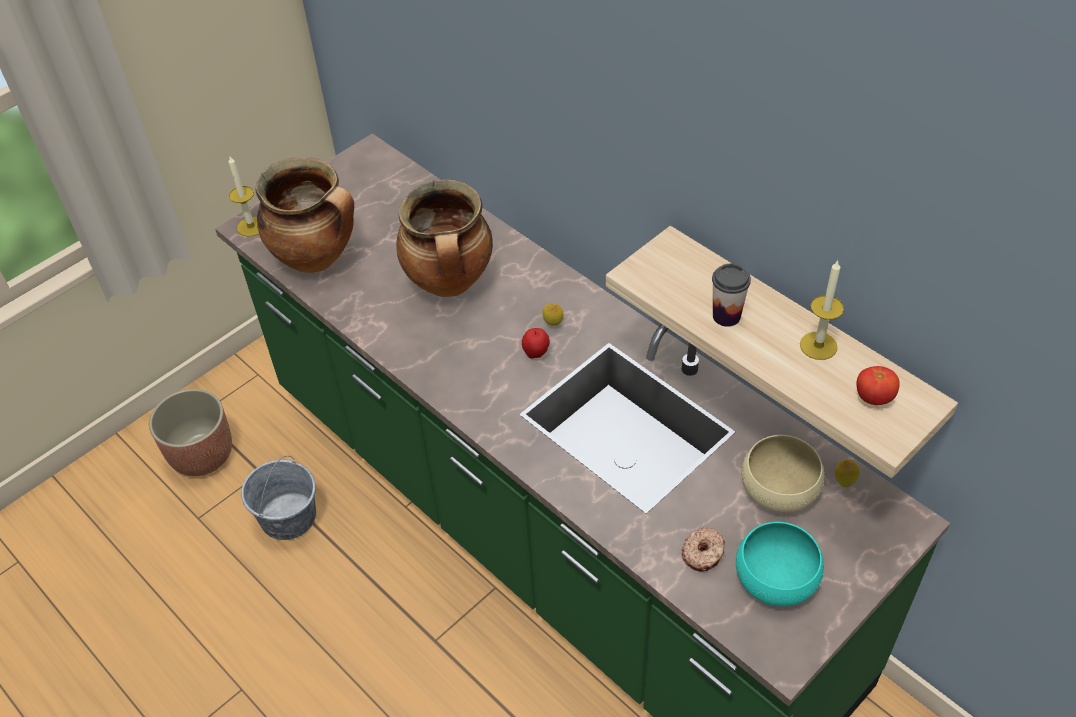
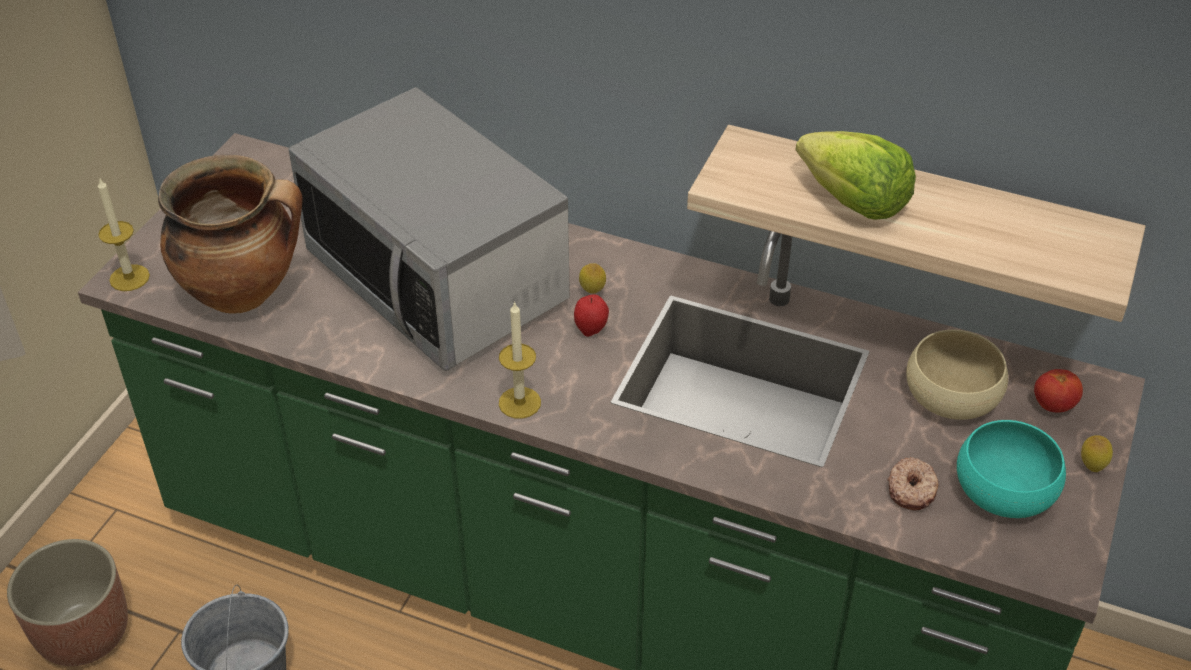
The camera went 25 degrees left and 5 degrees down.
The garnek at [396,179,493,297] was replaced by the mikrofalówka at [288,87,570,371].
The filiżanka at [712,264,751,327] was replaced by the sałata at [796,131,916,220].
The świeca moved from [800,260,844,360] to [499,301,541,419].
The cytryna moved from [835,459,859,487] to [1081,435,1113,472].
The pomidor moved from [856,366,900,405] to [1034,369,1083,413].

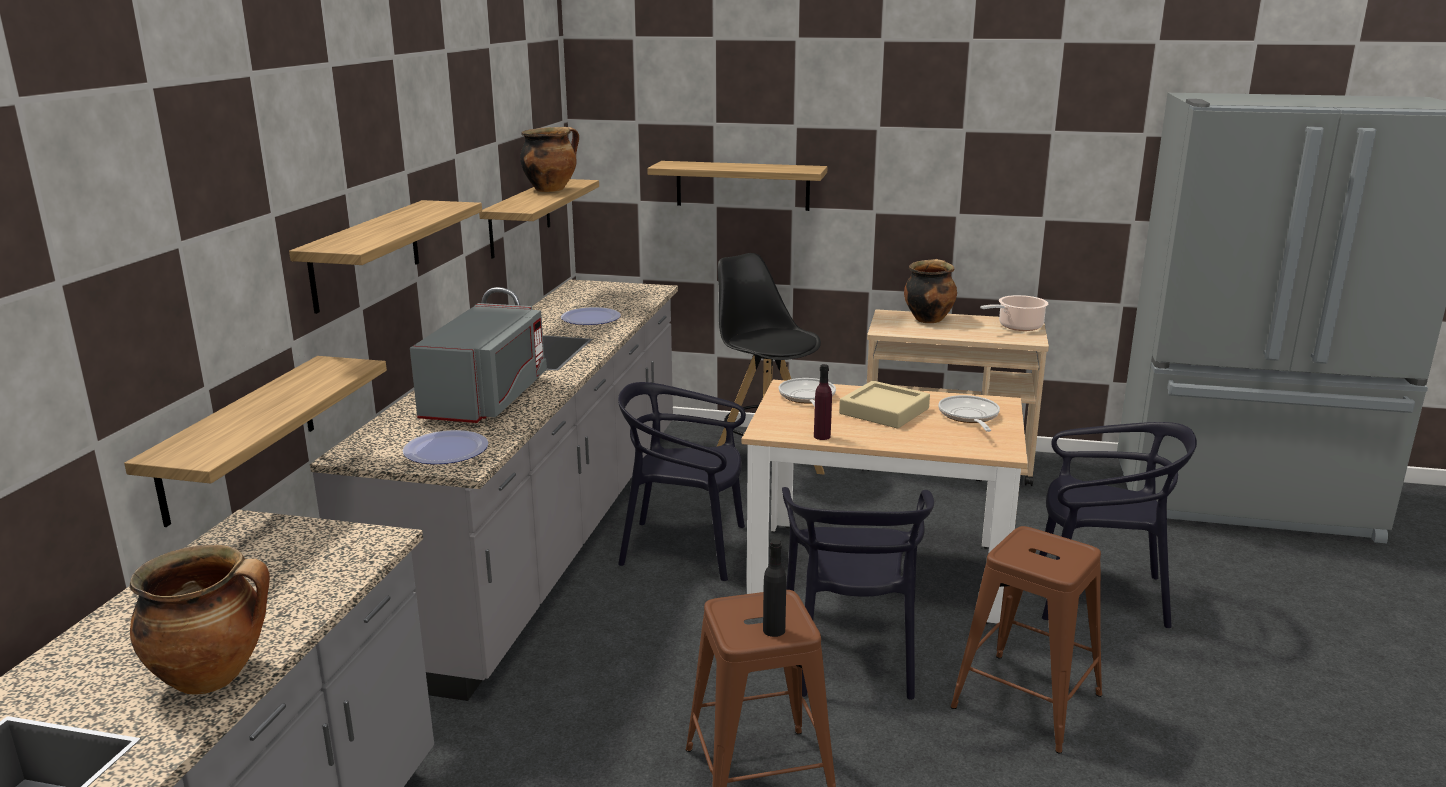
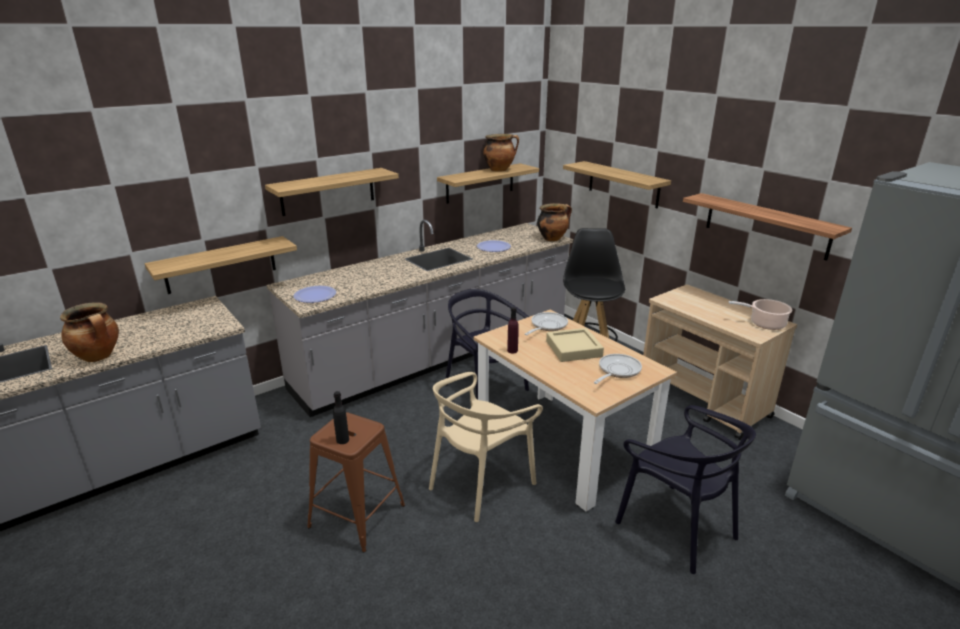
The camera went 40 degrees right and 5 degrees up.
The mikrofalówka/szary at [410,303,547,423] disappeared.
The krzesło/czarny at [782,487,934,700] became the krzesło/beżowy at [429,372,543,522].
The garnek moved from [904,259,957,323] to [537,203,572,241].
The stołek/brązowy at [950,526,1102,753] disappeared.
The półka at [683,193,852,261] appeared.

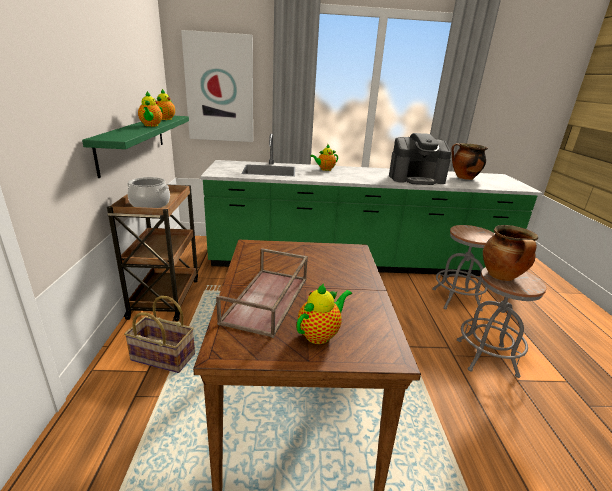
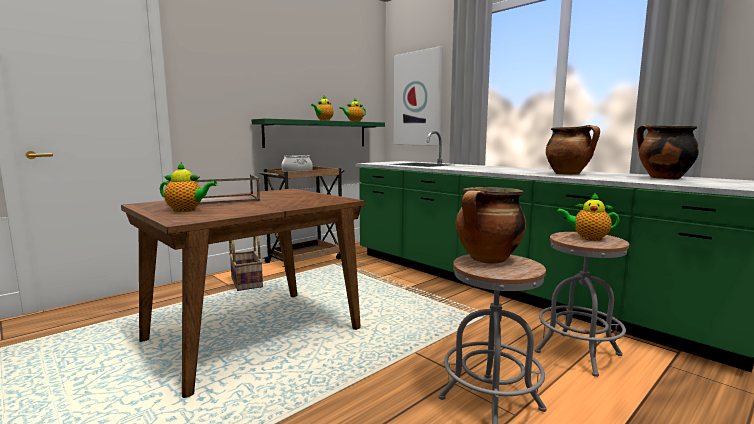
The camera went 50 degrees right and 15 degrees down.
The imbryk moved from [310,145,338,171] to [556,193,619,241].
The ekspres do kawy at [389,133,451,185] was replaced by the garnek at [546,125,600,175].

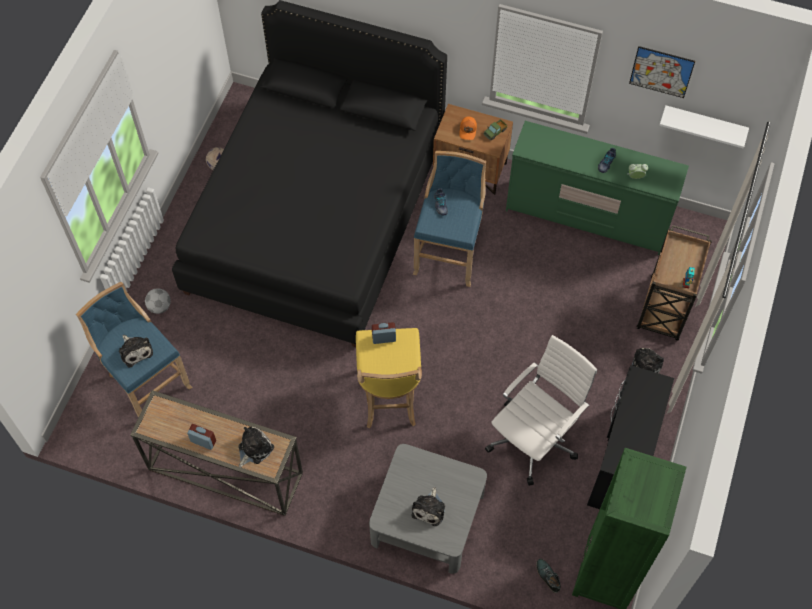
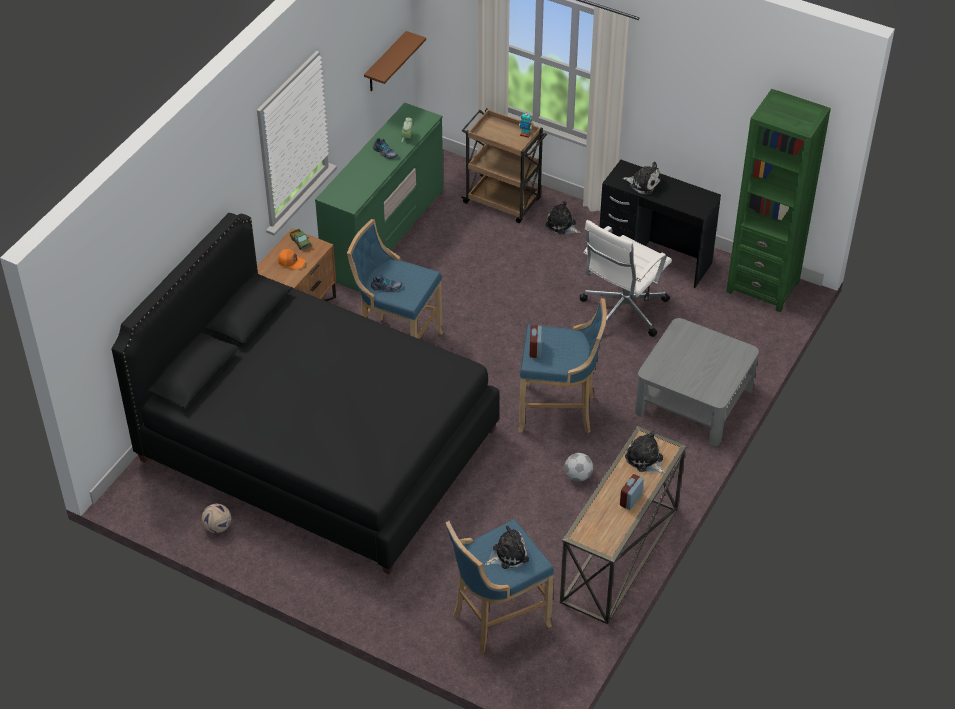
The camera went 80 degrees left and 15 degrees down.
The piłka futbolowa moved from [145,289,171,314] to [565,453,593,482].
The stołek/żółty at [356,328,422,429] became the stołek/niebieski at [518,298,607,433].
The pluszak moved from [412,487,445,526] to [623,162,661,195].
The krzesło biurowe/biały at [485,335,597,486] turned 105 degrees counterclockwise.
The but at [536,559,561,593] disappeared.
The obraz at [629,46,695,98] disappeared.
The półka/biały at [659,105,749,149] became the półka/brązowy at [364,31,426,91].

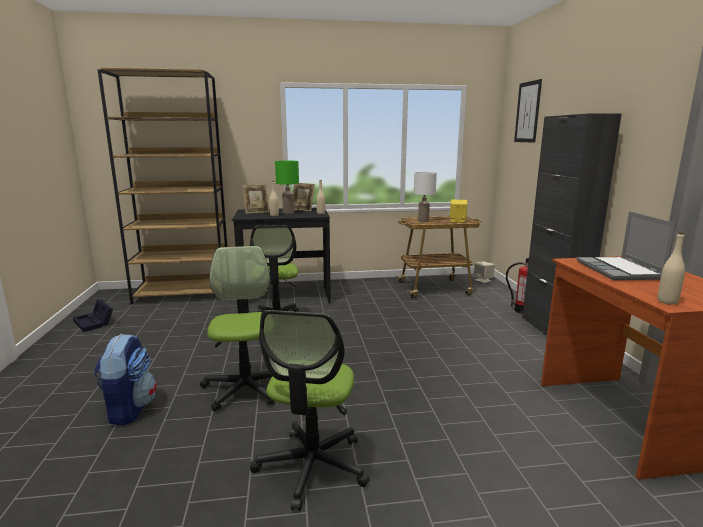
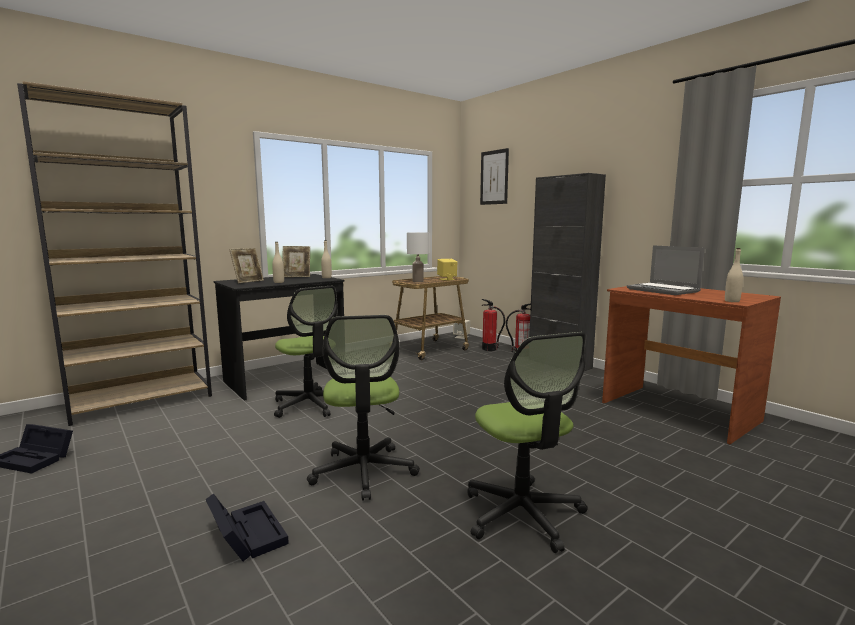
The camera went 30 degrees left and 5 degrees down.
The plecak at [94,334,157,425] was replaced by the pojemnik do przechowywania/czarny at [205,493,289,561].
The krzesło biurowe at [200,246,275,412] turned 150 degrees counterclockwise.
The lampa stołowa/zielony at [275,161,299,214] disappeared.
The gaśnica at [481,299,505,351] appeared.

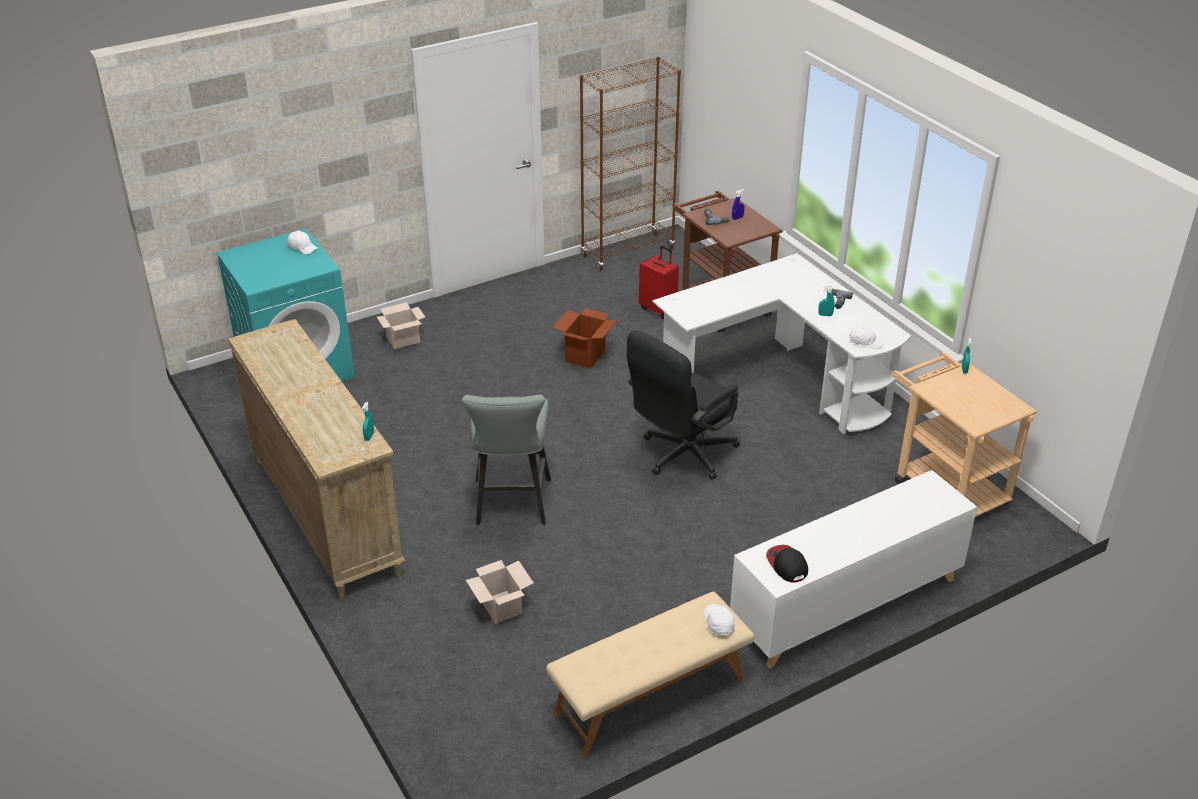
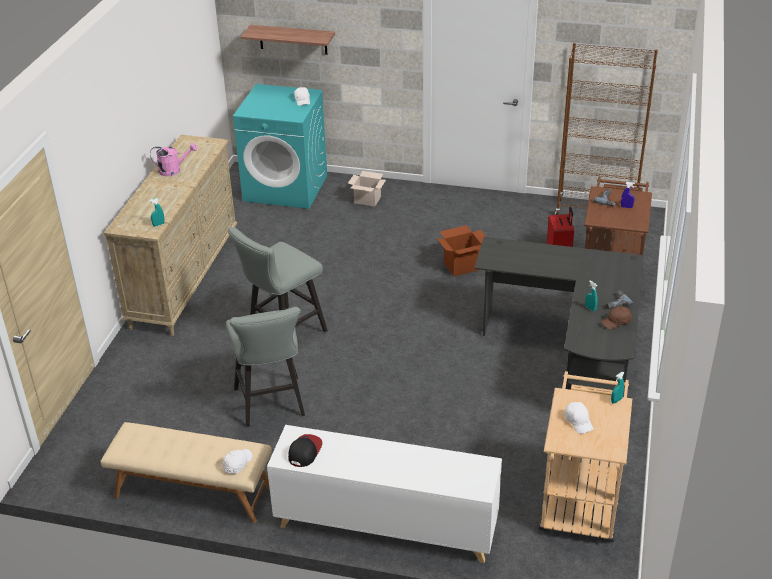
The camera went 45 degrees right and 0 degrees up.
The karton at [466,560,534,624] disappeared.
The krzesło biurowe/czarny at [627,330,740,479] disappeared.
The biurko/biały at [652,253,911,434] became the biurko/czarny at [474,237,644,396].
The czapka z daszkiem/biały moved from [849,325,884,349] to [564,402,594,434].
The konewka/różowy at [150,143,198,176] appeared.
The stołek/szary at [226,307,305,427] appeared.
The półka at [241,25,335,55] appeared.
The czapka z daszkiem/brązowy at [600,306,632,329] appeared.

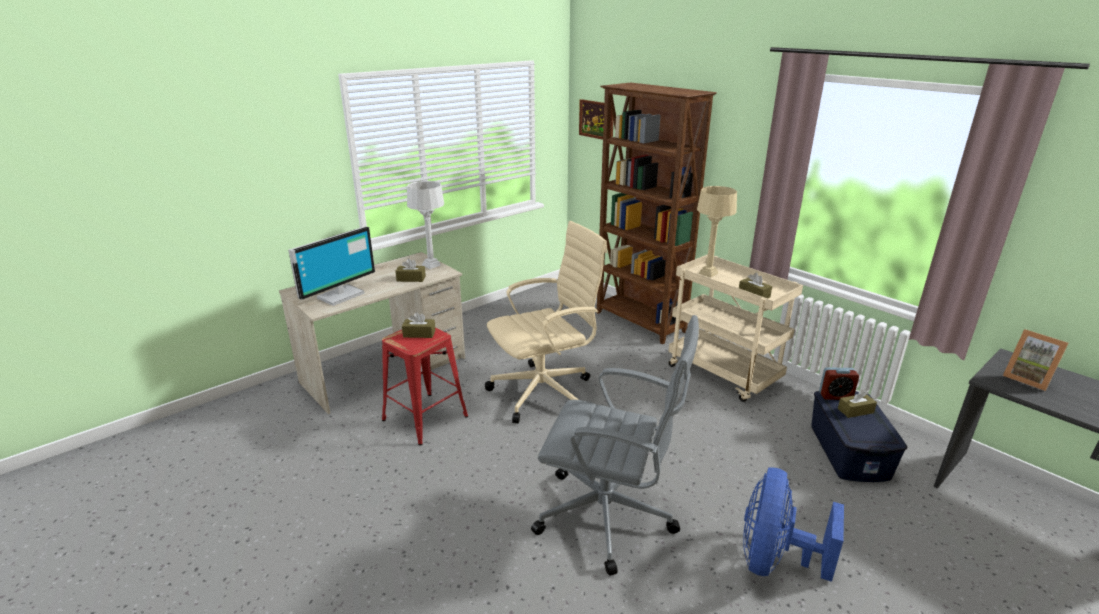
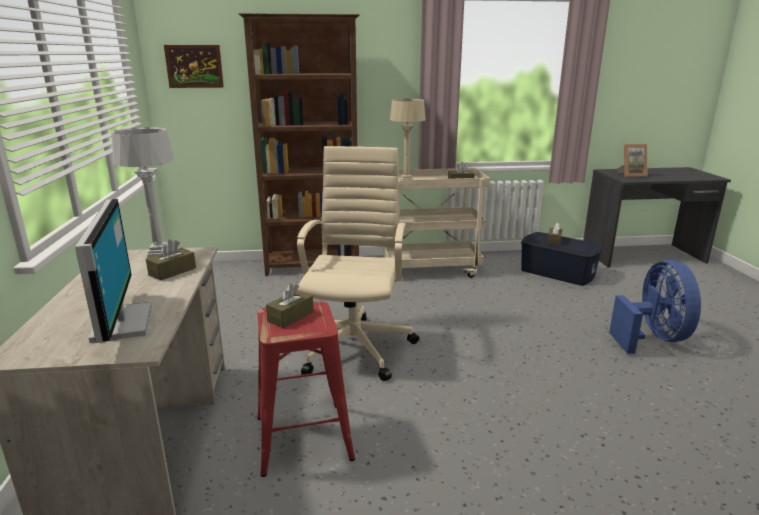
The camera went 55 degrees left and 5 degrees down.
The krzesło biurowe/szary at [531,315,699,576] disappeared.
The wentylator/niebieski at [743,468,844,582] turned 150 degrees counterclockwise.
The budzik at [819,367,859,400] disappeared.

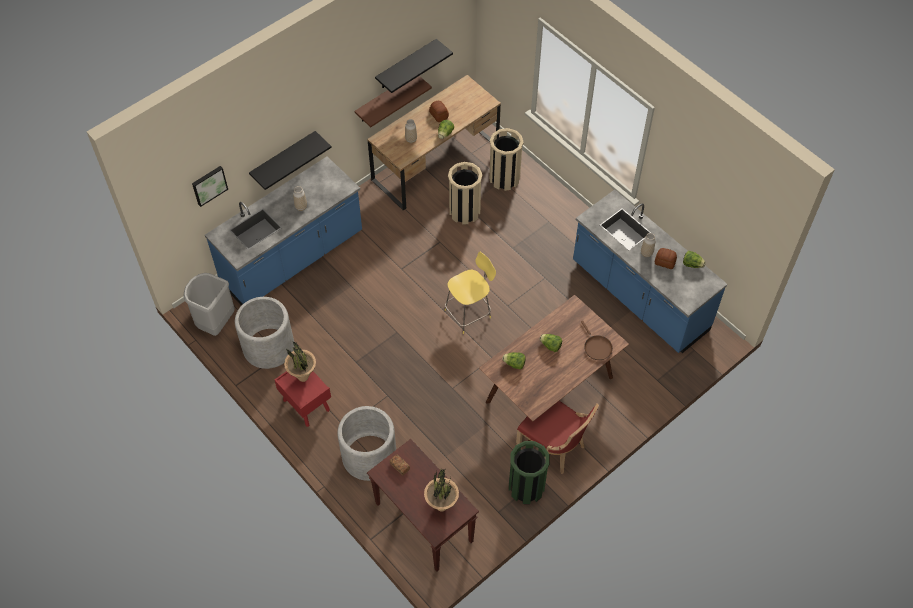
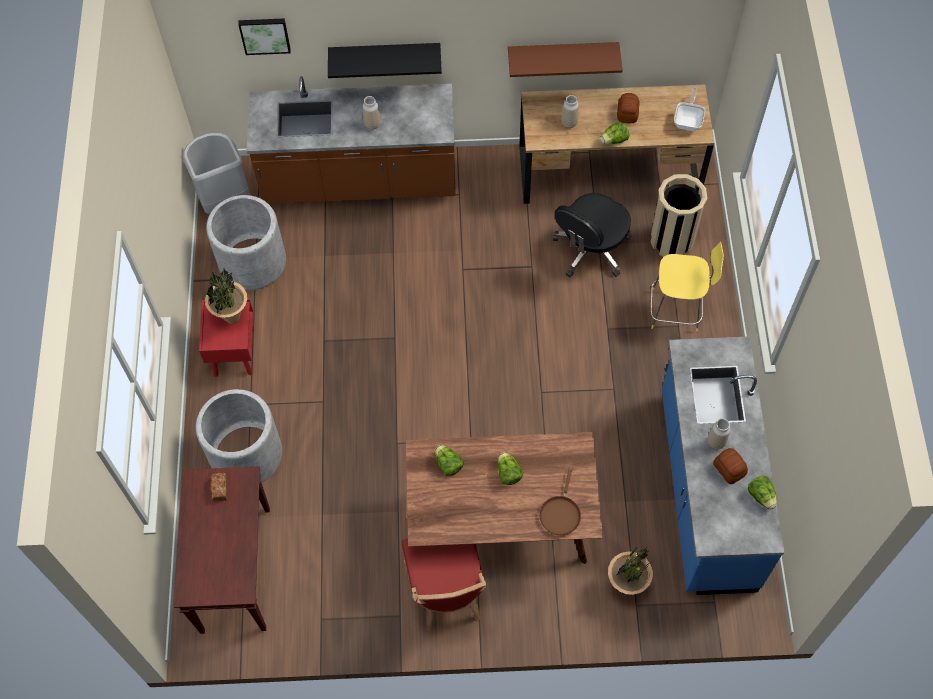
The camera went 40 degrees right and 5 degrees up.
The zabudowa kuchenna/niebieski at [205,156,362,306] became the zabudowa kuchenna/brązowy at [247,76,456,204].
The półka/czarny at [375,39,453,93] disappeared.
The roślina doniczkowa moved from [424,469,459,512] to [608,547,653,595].
The stołek/żółty moved from [445,251,496,334] to [650,242,724,332].
The kosz na śmieci/beżowy at [448,162,482,224] was replaced by the krzesło biurowe/czarny at [553,193,632,277].
The kosz na śmieci/zielony at [509,441,550,504] disappeared.
The patelnia at [674,88,705,131] appeared.

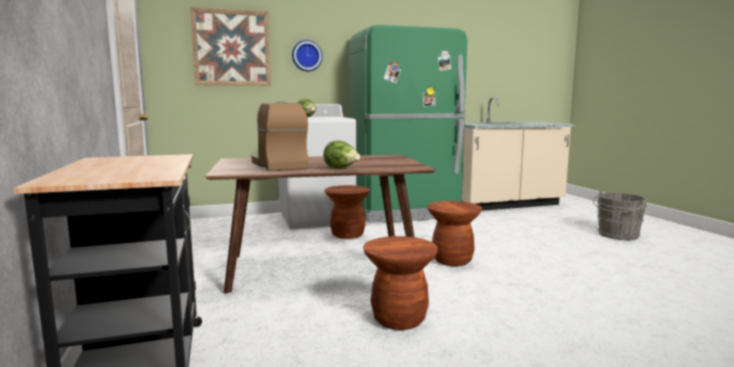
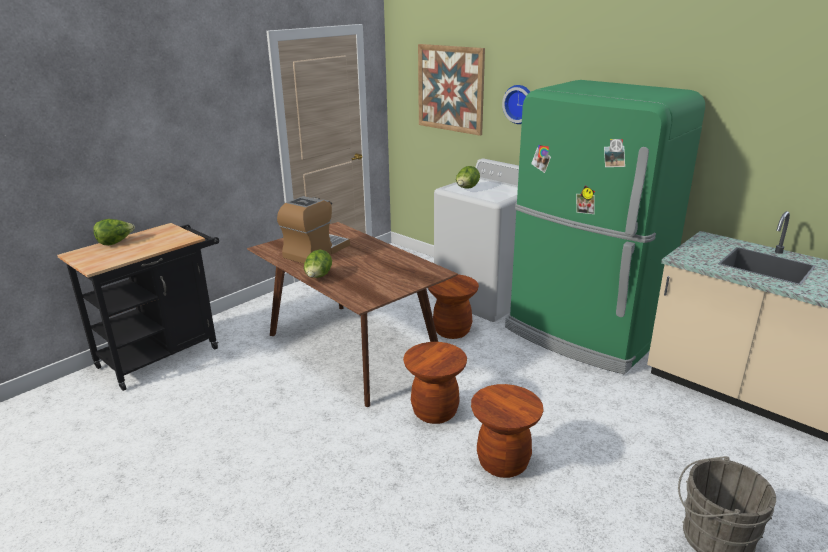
The camera went 60 degrees right and 15 degrees up.
The stołek/brązowy moved from [363,236,438,330] to [471,384,544,478].
The sałata at [93,219,135,245] appeared.

